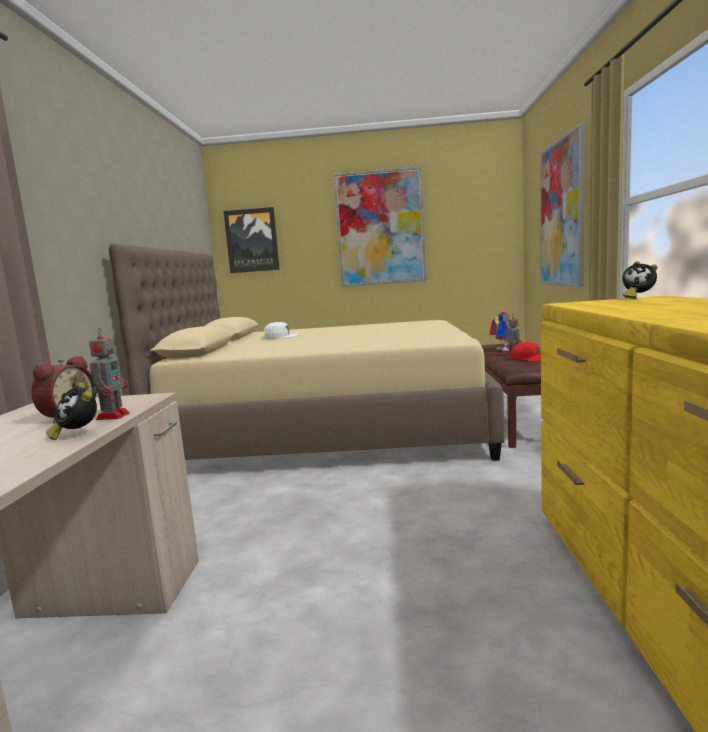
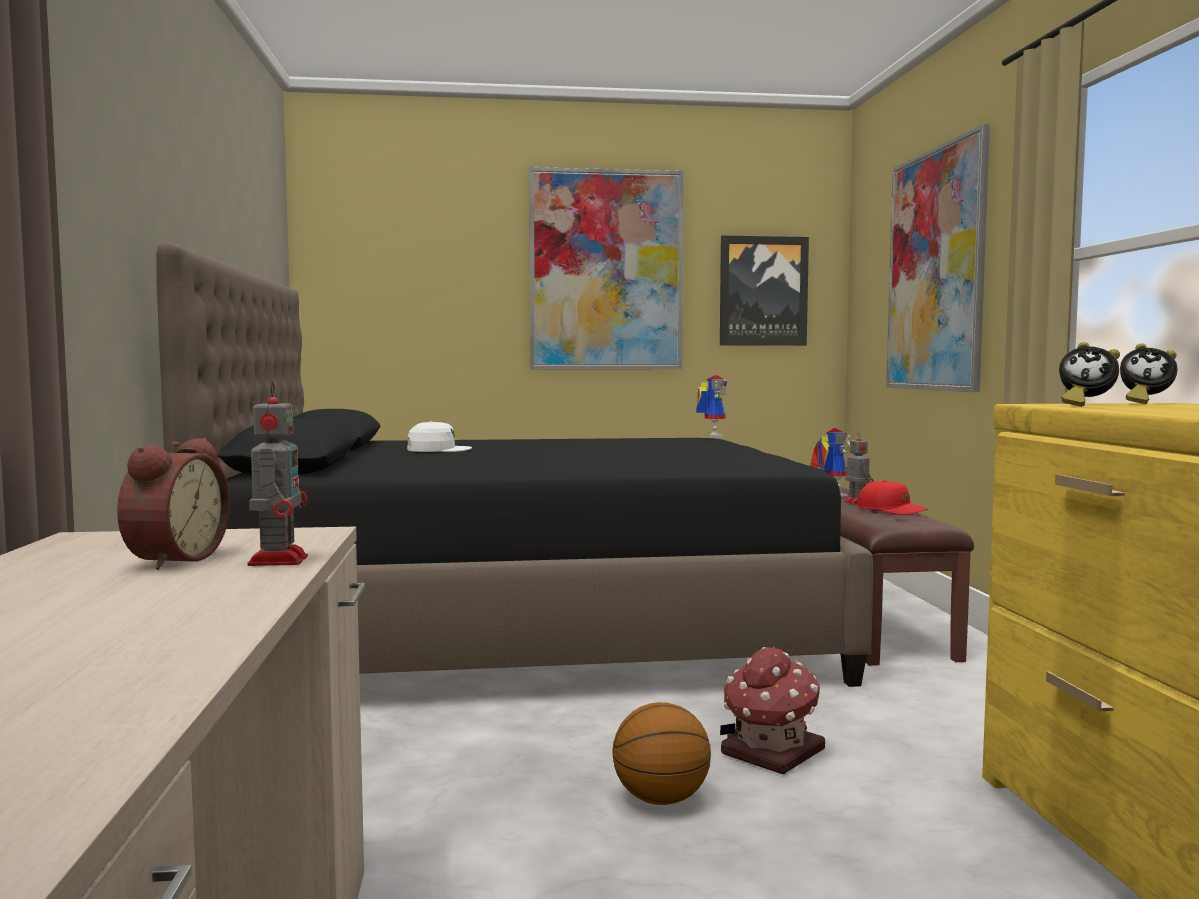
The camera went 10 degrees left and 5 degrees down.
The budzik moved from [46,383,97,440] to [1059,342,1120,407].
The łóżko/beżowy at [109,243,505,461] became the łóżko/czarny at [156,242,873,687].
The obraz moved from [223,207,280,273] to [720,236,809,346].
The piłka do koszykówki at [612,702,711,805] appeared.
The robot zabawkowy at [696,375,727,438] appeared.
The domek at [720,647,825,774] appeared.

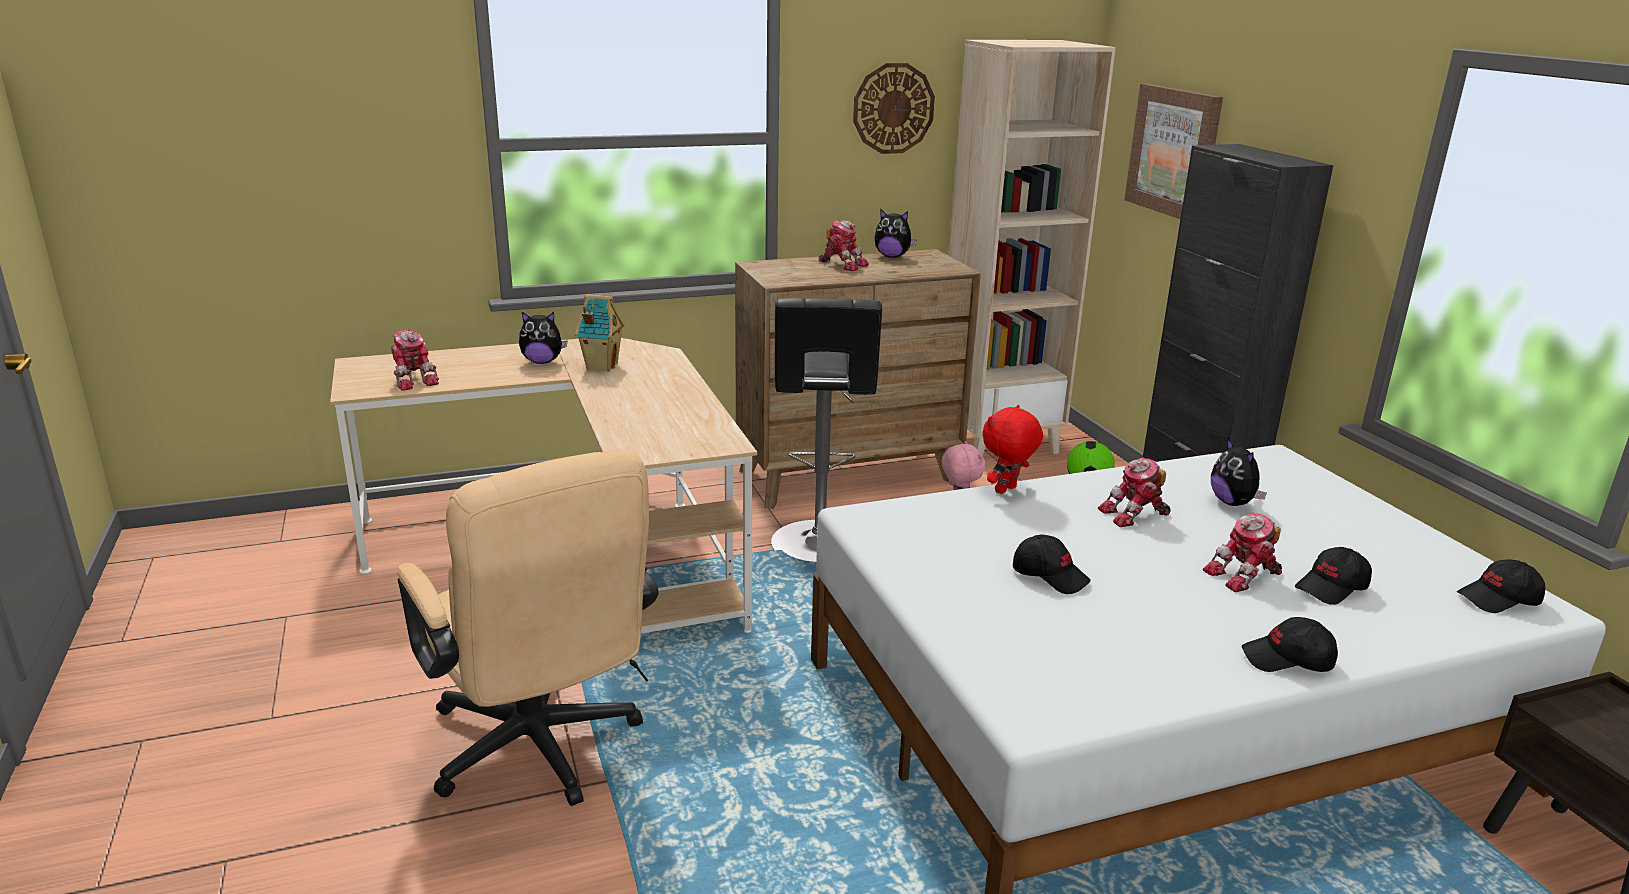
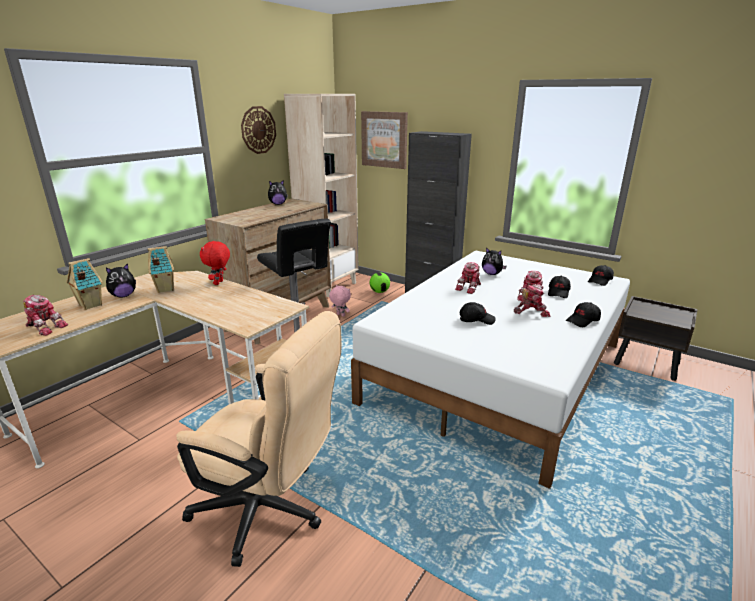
The camera went 35 degrees left and 0 degrees up.
The robot zabawkowy moved from [818,220,869,271] to [514,284,550,317].
The pluszak/czerwony moved from [982,405,1043,494] to [200,241,230,285].
The domek at [67,258,103,310] appeared.

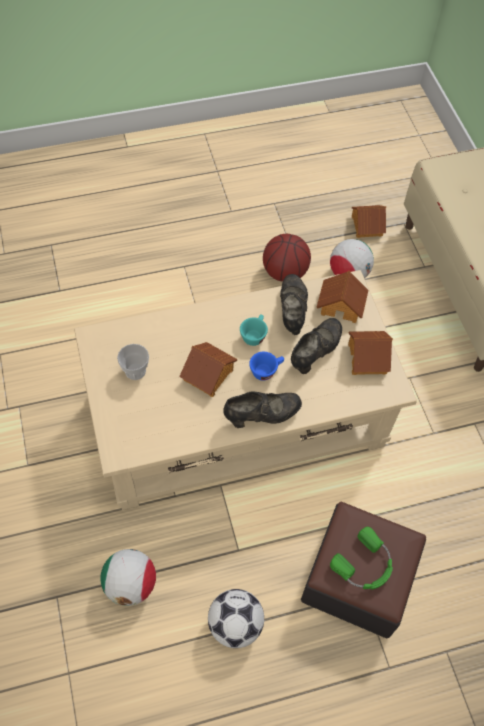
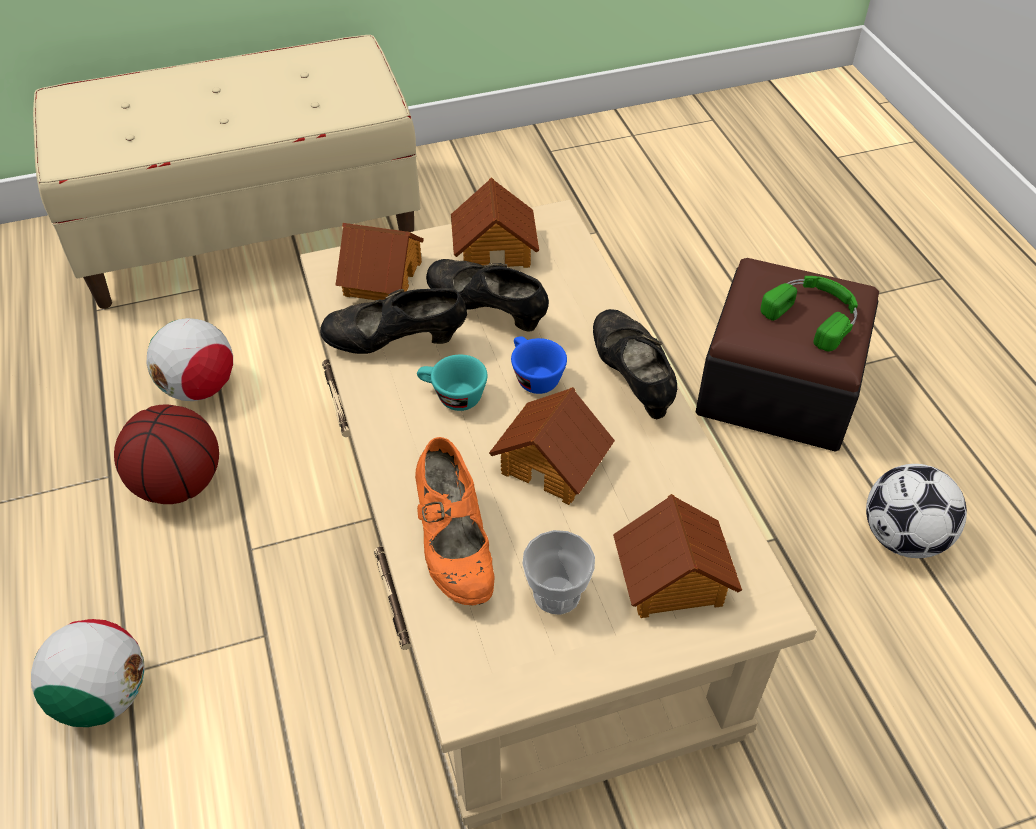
The camera went 90 degrees left and 10 degrees down.
The piłka futbolowa moved from [101,549,156,606] to [31,619,145,727].
The domek moved from [352,205,386,238] to [613,494,742,618].
The but/pomarańczowy at [415,437,495,605] appeared.

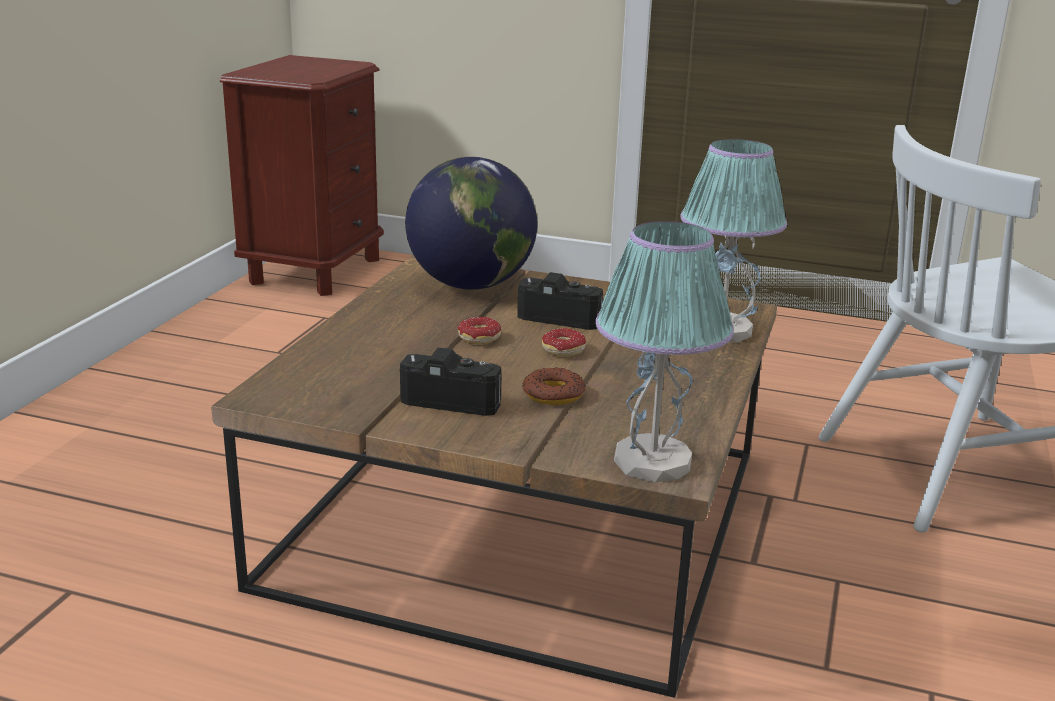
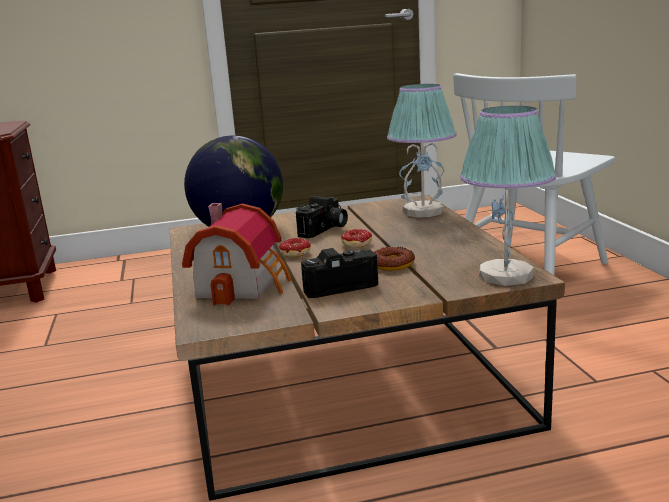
The camera went 30 degrees left and 5 degrees down.
The aparat fotograficzny at [517,272,603,330] turned 135 degrees clockwise.
The domek at [182,203,292,305] appeared.

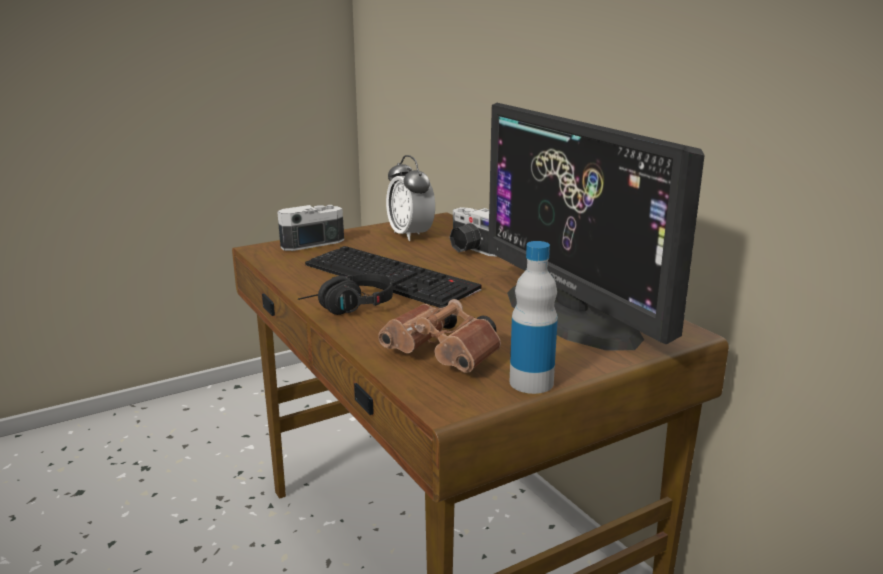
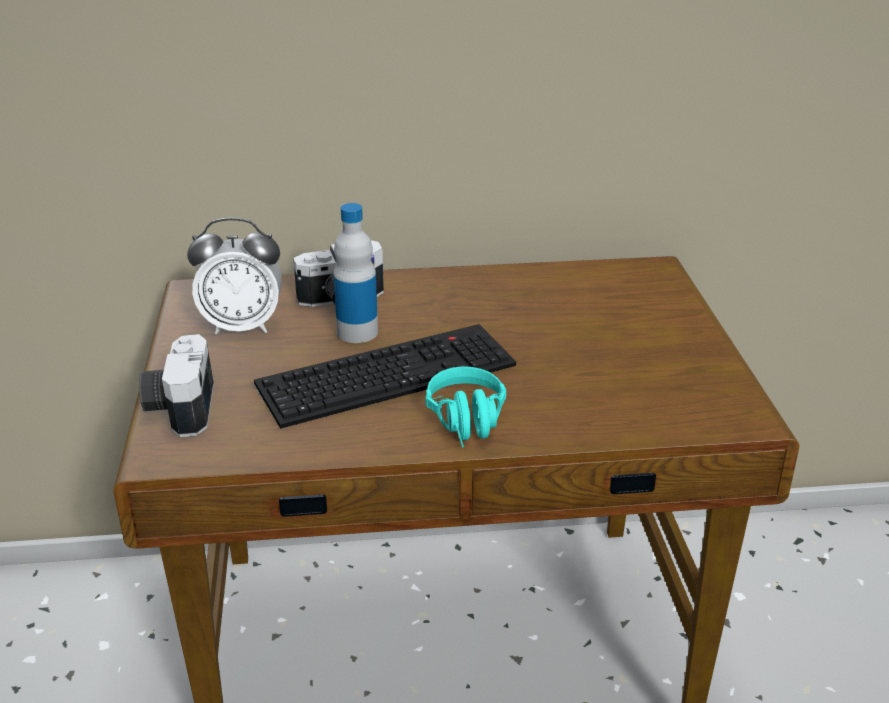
The camera went 65 degrees left and 10 degrees up.
The słuchawki/czarny at [298,273,393,315] became the słuchawki/turkusowy at [426,367,506,448].
The lornetka/brązowy at [378,299,501,373] disappeared.
The monitor at [488,103,705,350] disappeared.
The butelka moved from [510,241,558,394] to [333,203,378,343].

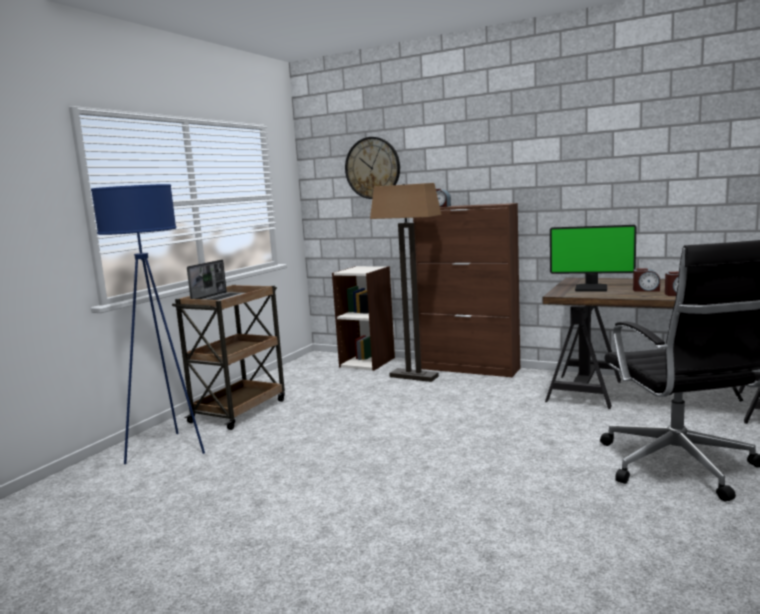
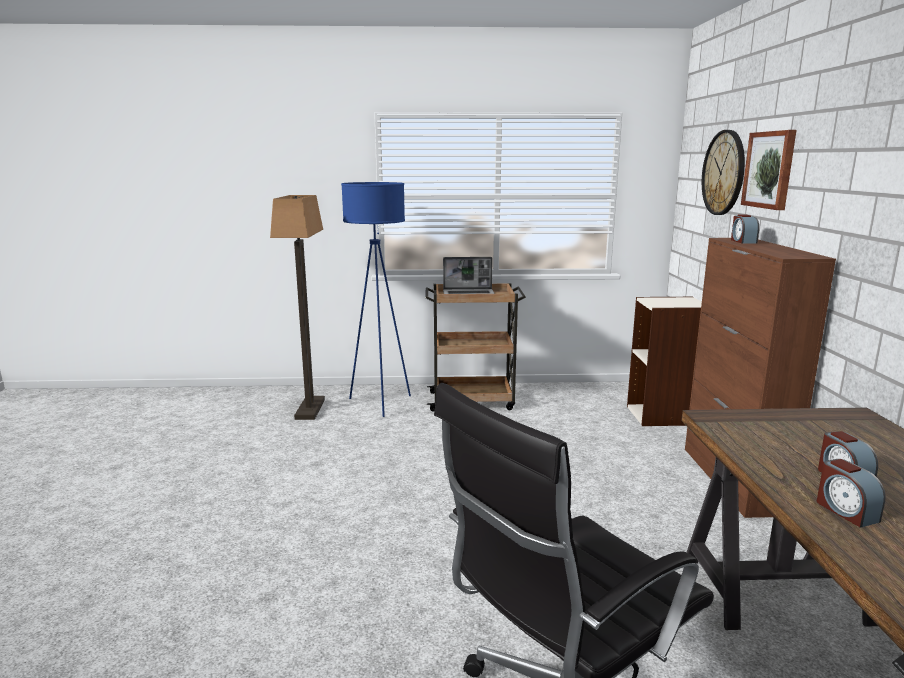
The camera went 60 degrees right and 5 degrees up.
The lampa stojąca moved from [370,183,442,382] to [270,195,325,420].
The monitor at [550,225,637,292] disappeared.
The obraz at [741,130,796,210] appeared.

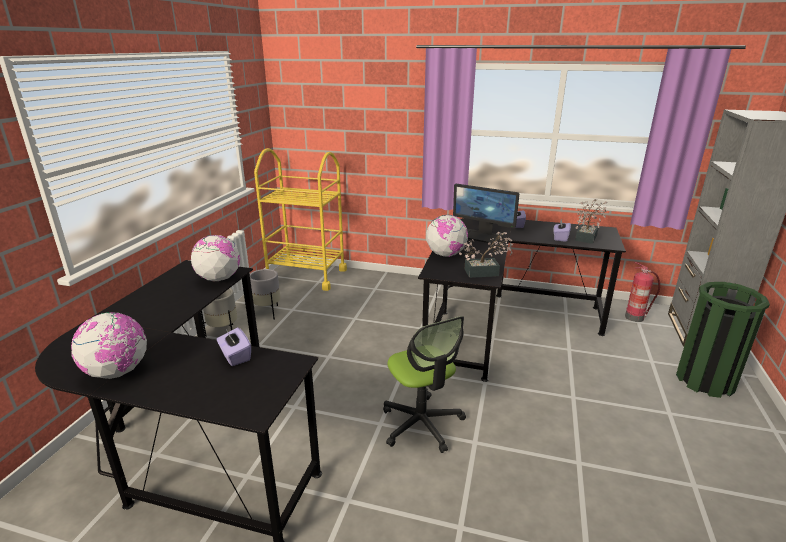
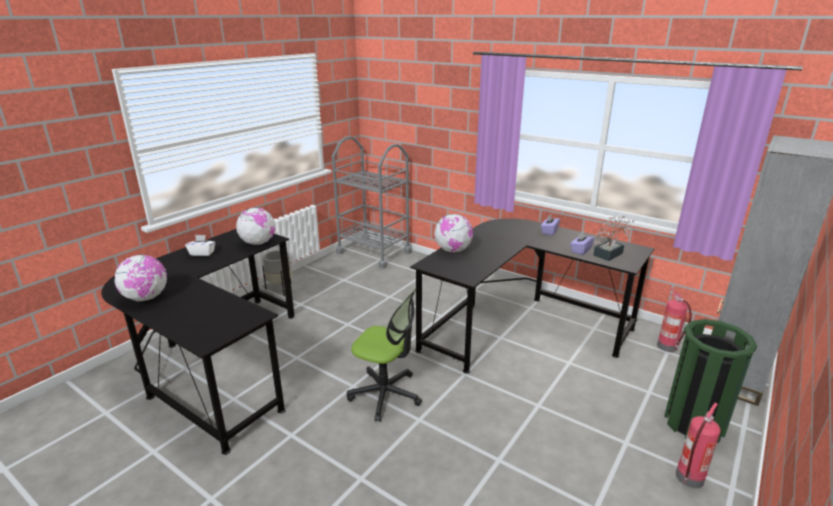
The camera went 20 degrees right and 0 degrees up.
The pudełko chusteczek/fioletowy at [217,328,251,366] disappeared.
The donica/szary at [250,269,280,320] disappeared.
The wózek/żółty at [254,148,347,291] became the wózek/szary at [332,136,412,269].
The krzesło biurowe at [383,316,466,453] turned 60 degrees counterclockwise.
The monitor at [453,184,519,244] disappeared.
The roślina doniczkowa at [459,232,513,278] disappeared.
The pudełko chusteczek/biały at [185,235,215,256] appeared.
The gaśnica at [676,403,721,488] appeared.

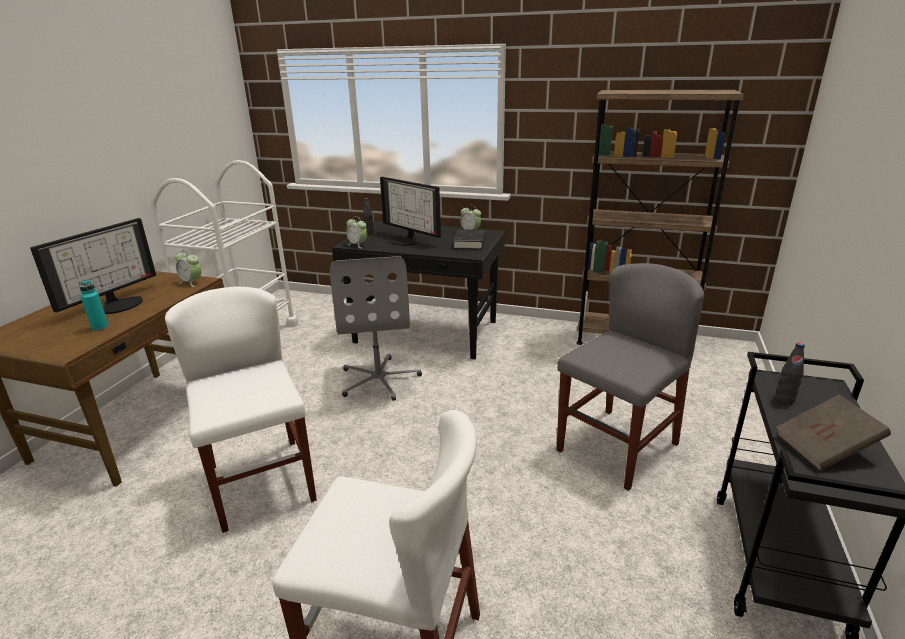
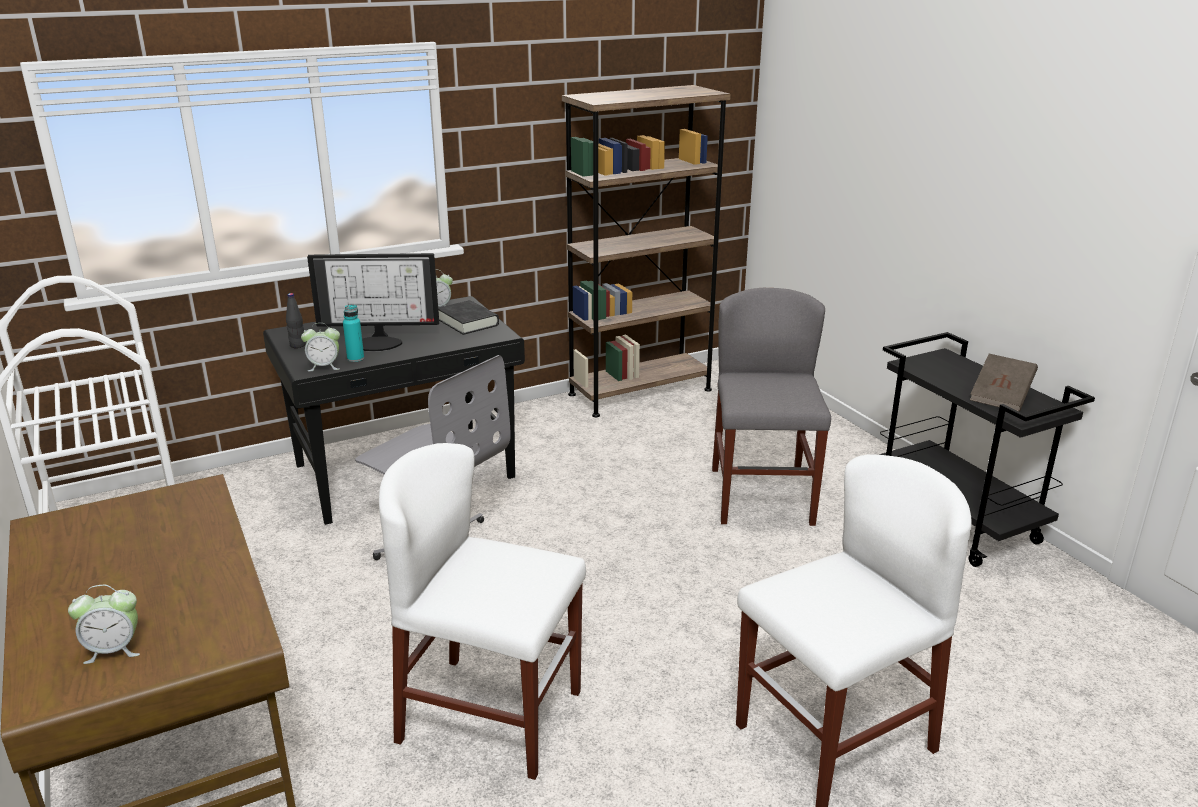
The camera went 45 degrees left and 0 degrees up.
The monitor at [30,218,156,314] disappeared.
The butelka/turkusowy moved from [79,280,109,331] to [343,305,364,362].
The budzik moved from [175,249,201,287] to [68,585,140,664].
The butelka/czarny at [775,342,805,404] disappeared.

